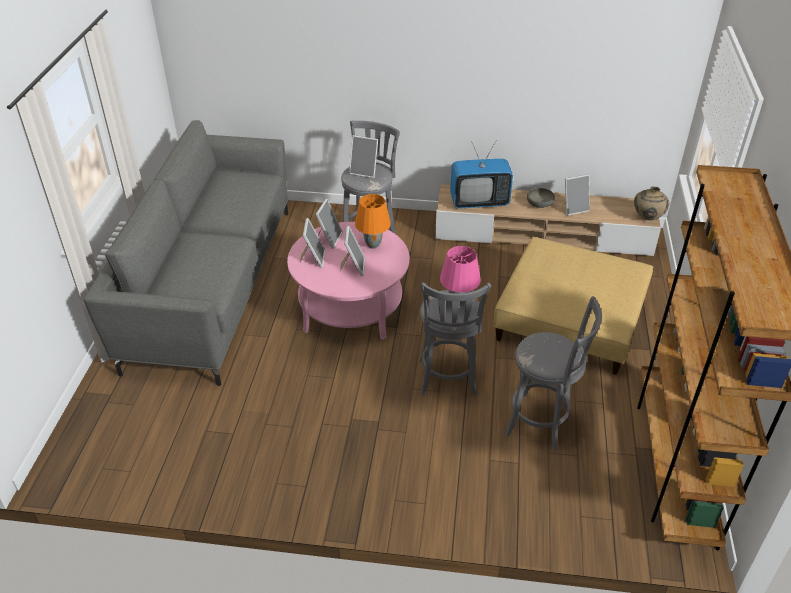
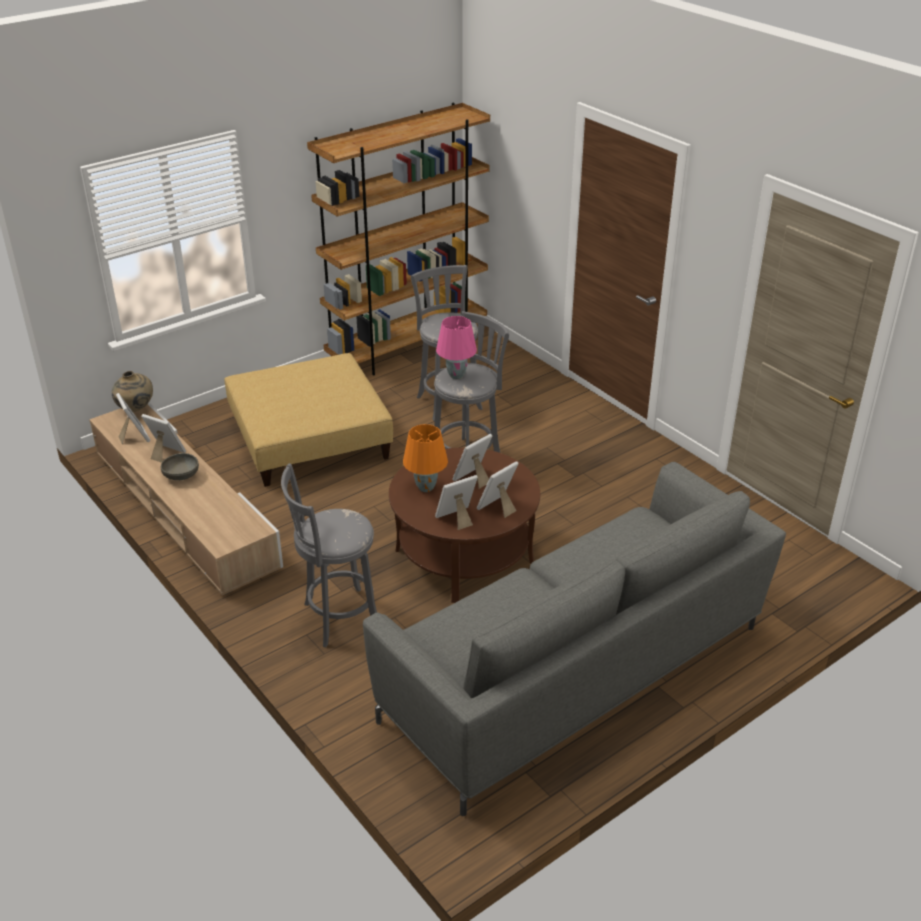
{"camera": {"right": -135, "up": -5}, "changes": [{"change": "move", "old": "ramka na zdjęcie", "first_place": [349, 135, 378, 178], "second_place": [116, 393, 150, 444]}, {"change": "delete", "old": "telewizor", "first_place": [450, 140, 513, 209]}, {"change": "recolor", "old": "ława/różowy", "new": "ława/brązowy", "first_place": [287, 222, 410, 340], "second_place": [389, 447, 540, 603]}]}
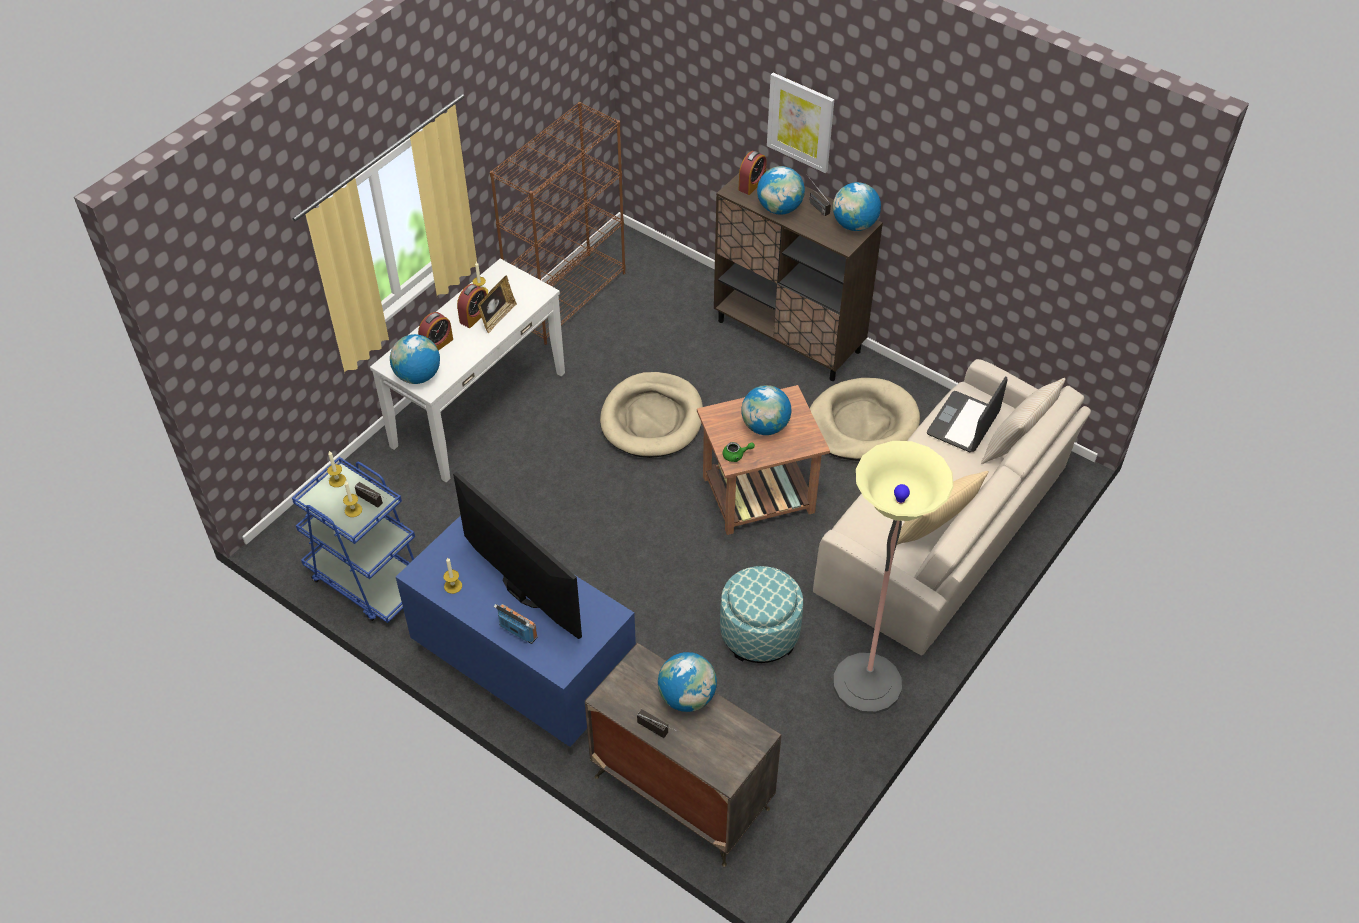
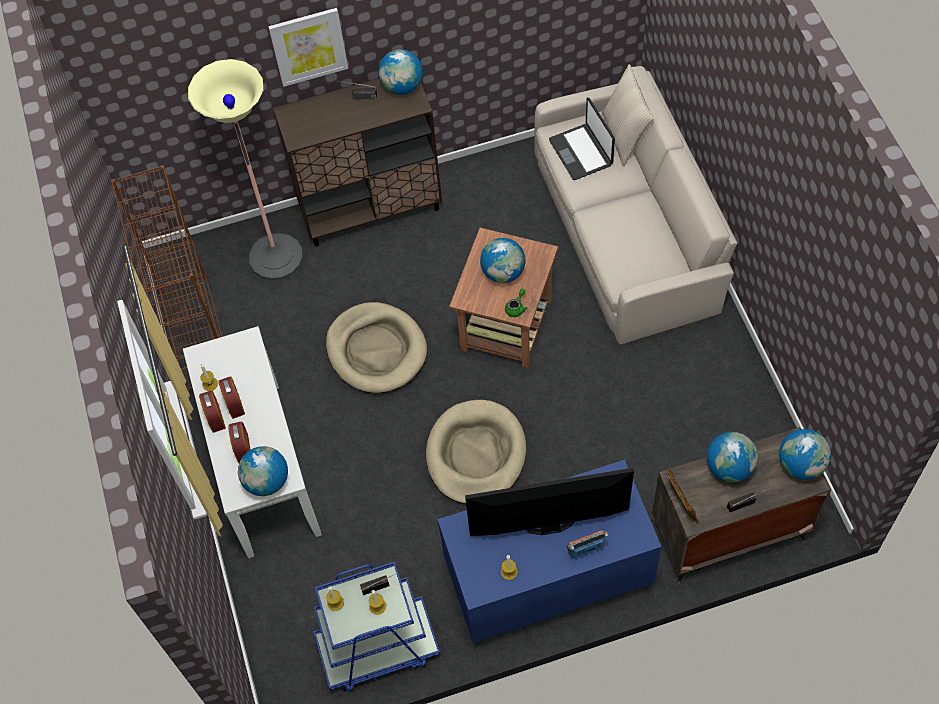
{"camera": {"right": -50, "up": 10}, "changes": [{"change": "move", "old": "budzik", "first_place": [739, 151, 766, 195], "second_place": [199, 390, 226, 433]}, {"change": "move", "old": "globus", "first_place": [757, 166, 805, 215], "second_place": [779, 429, 831, 480]}, {"change": "move", "old": "ramka na zdjęcie", "first_place": [478, 276, 517, 334], "second_place": [667, 467, 698, 522]}, {"change": "move", "old": "legowisko/beżowy", "first_place": [809, 378, 920, 461], "second_place": [426, 400, 526, 504]}, {"change": "move", "old": "lampa stojąca", "first_place": [833, 441, 954, 714], "second_place": [188, 59, 303, 280]}, {"change": "delete", "old": "poduszka/beżowy", "first_place": [897, 471, 989, 545]}, {"change": "delete", "old": "pufa", "first_place": [720, 566, 803, 663]}]}
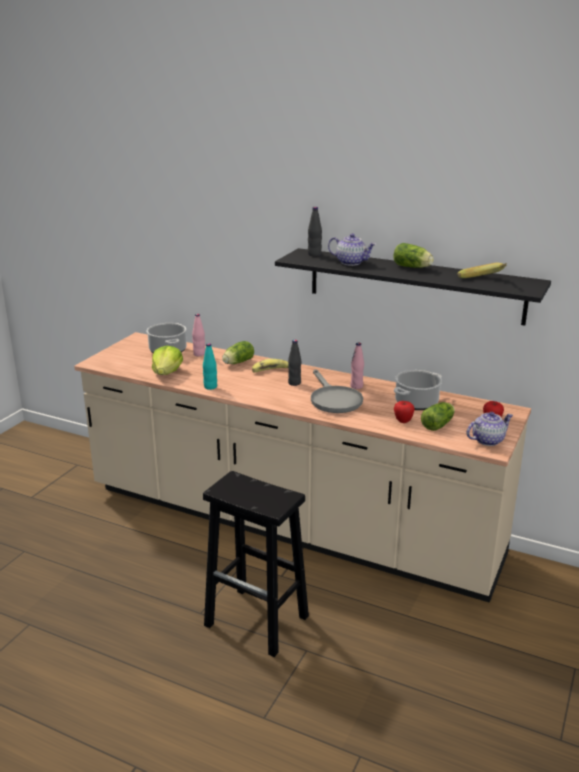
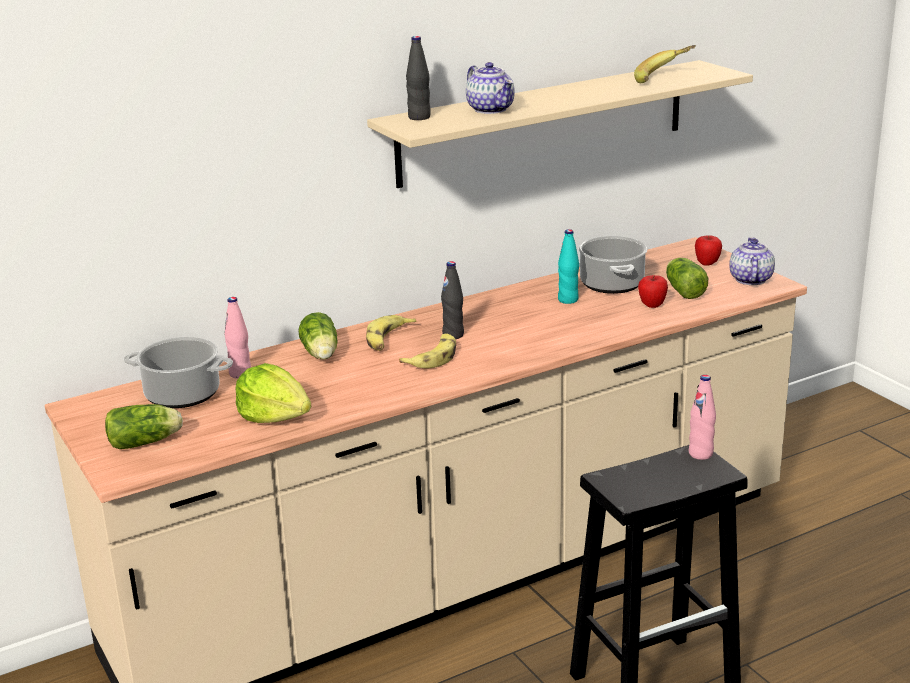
{"camera": {"right": -55, "up": 0}, "changes": [{"change": "rotate", "old": "imbryk", "first_place": [328, 233, 376, 266], "second_place": [466, 62, 515, 114], "degrees": 90}, {"change": "move", "old": "sałata", "first_place": [393, 243, 434, 268], "second_place": [105, 404, 183, 449]}, {"change": "recolor", "old": "półka/czarny", "new": "półka/beżowy", "first_place": [275, 248, 551, 326], "second_place": [367, 60, 753, 188]}, {"change": "move", "old": "butelka/turkusowy", "first_place": [203, 343, 217, 390], "second_place": [558, 229, 579, 304]}, {"change": "move", "old": "butelka/różowy", "first_place": [350, 343, 364, 389], "second_place": [689, 375, 716, 460]}, {"change": "delete", "old": "patelnia/szary", "first_place": [311, 369, 363, 413]}, {"change": "insert", "new": "banan", "second_place": [399, 334, 456, 368]}]}
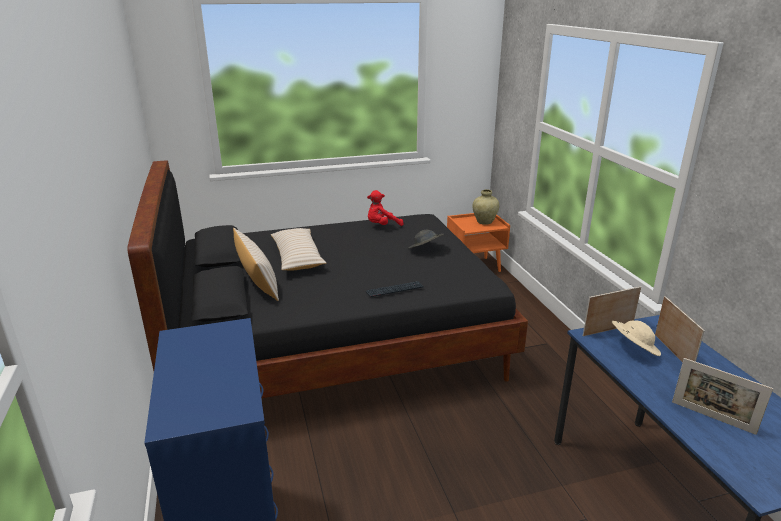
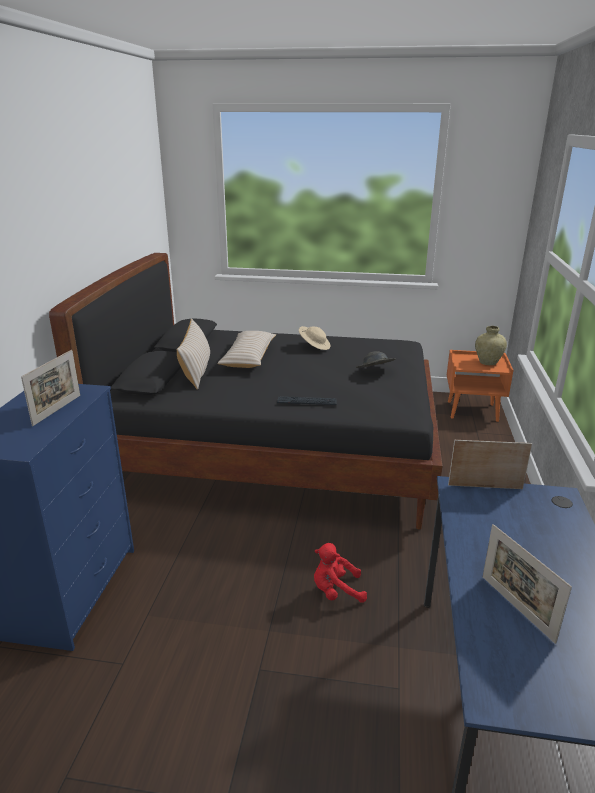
{"camera": {"right": 25, "up": 0}, "changes": [{"change": "move", "old": "pluszak/czerwony", "first_place": [367, 190, 404, 226], "second_place": [314, 543, 367, 603]}, {"change": "move", "old": "ramka na zdjęcie", "first_place": [655, 296, 705, 363], "second_place": [21, 350, 80, 426]}, {"change": "move", "old": "kapelusz/beżowy", "first_place": [612, 321, 661, 356], "second_place": [299, 326, 331, 350]}]}
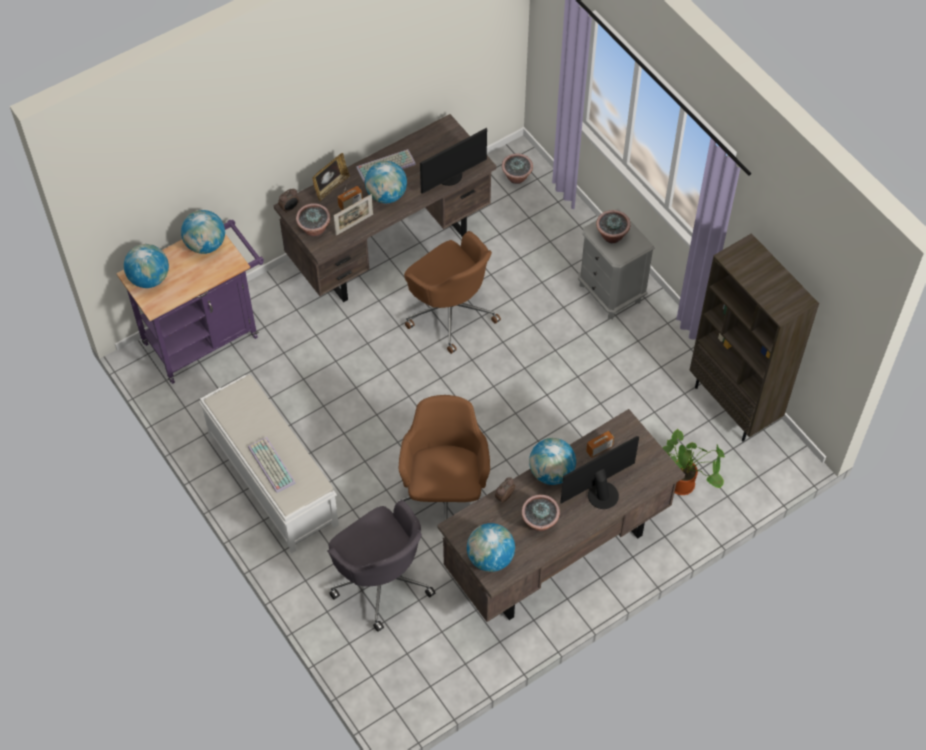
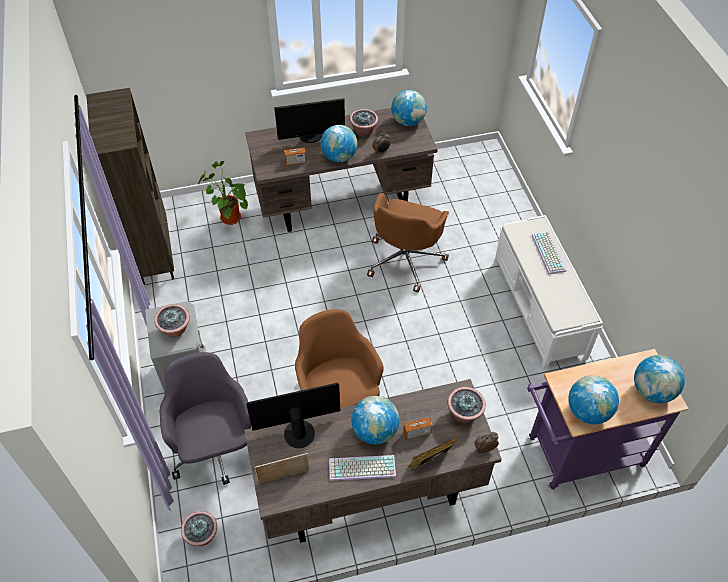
{"camera": {"right": -160, "up": -5}, "changes": [{"change": "move", "old": "ramka na zdjęcie", "first_place": [334, 194, 373, 236], "second_place": [255, 453, 310, 484]}, {"change": "move", "old": "krzesło biurowe/szary", "first_place": [327, 500, 435, 632], "second_place": [160, 352, 251, 485]}]}
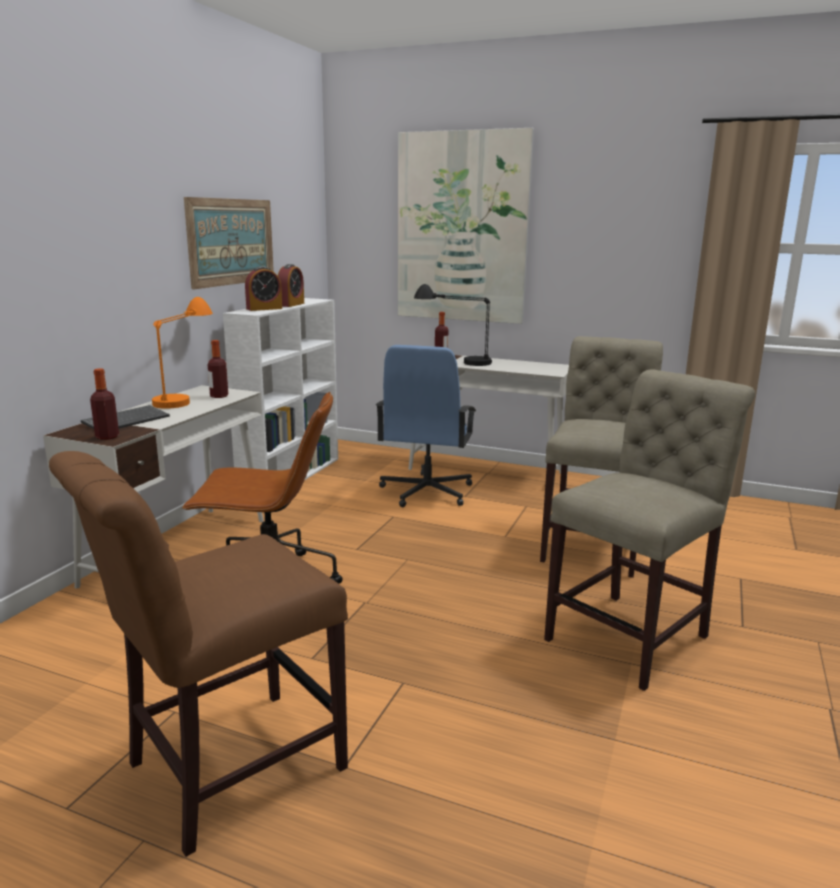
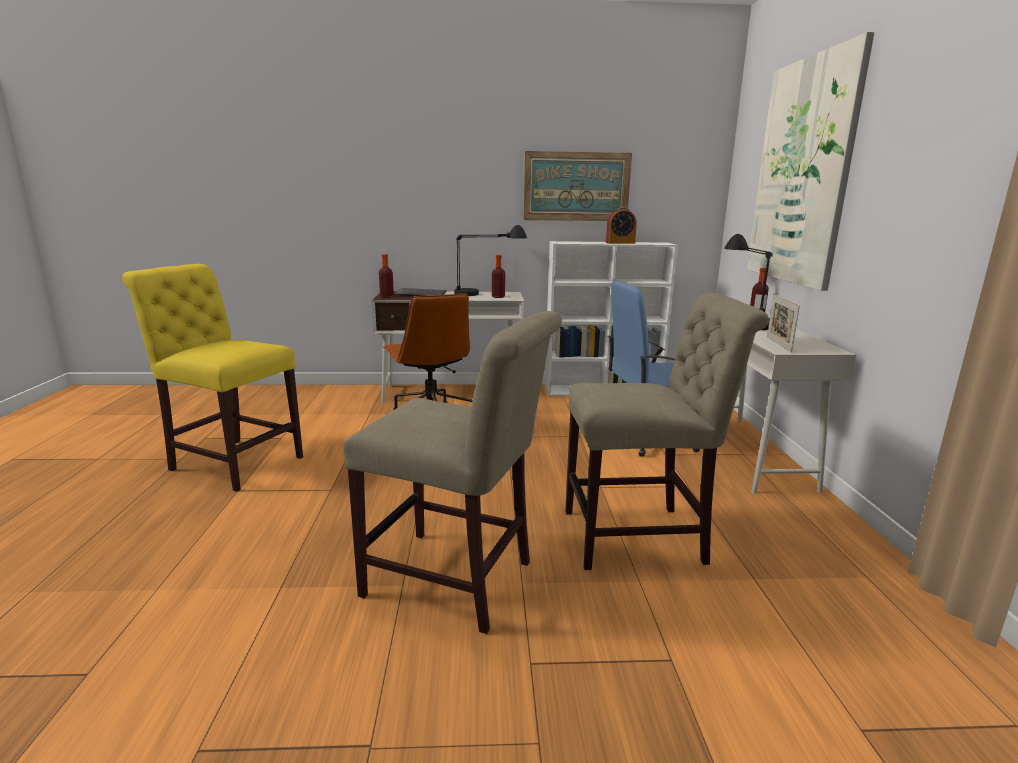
{"camera": {"right": 65, "up": 0}, "changes": [{"change": "delete", "old": "budzik", "first_place": [245, 266, 282, 311]}, {"change": "recolor", "old": "lampa stołowa/pomarańczowy", "new": "lampa stołowa/czarny", "first_place": [152, 297, 213, 409], "second_place": [454, 225, 527, 296]}, {"change": "recolor", "old": "krzesło/brązowy", "new": "krzesło/żółty", "first_place": [49, 451, 348, 857], "second_place": [122, 264, 303, 492]}, {"change": "insert", "new": "ramka na zdjęcie", "second_place": [767, 294, 800, 352]}]}
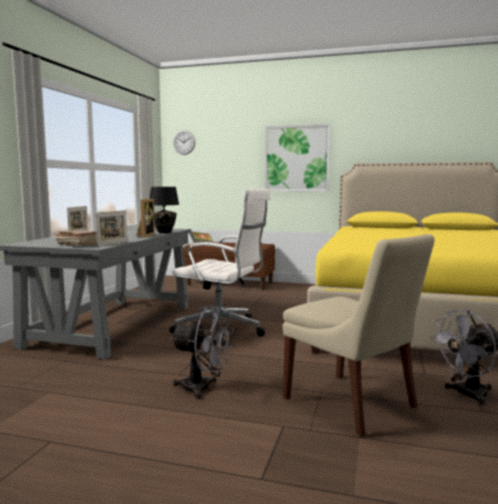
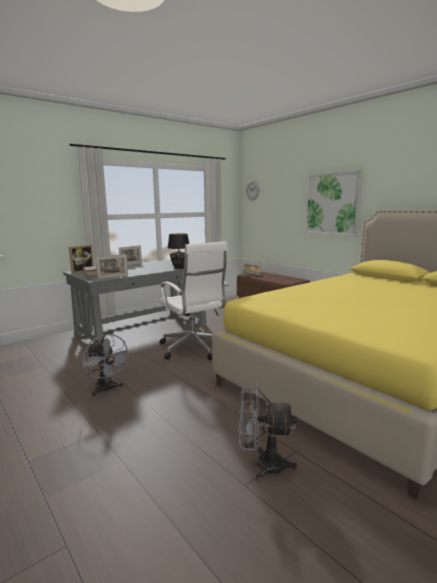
{"camera": {"right": 35, "up": 5}, "changes": [{"change": "move", "old": "ramka na zdjęcie", "first_place": [136, 199, 155, 238], "second_place": [69, 245, 94, 274]}, {"change": "delete", "old": "krzesło/beżowy", "first_place": [283, 234, 435, 437]}]}
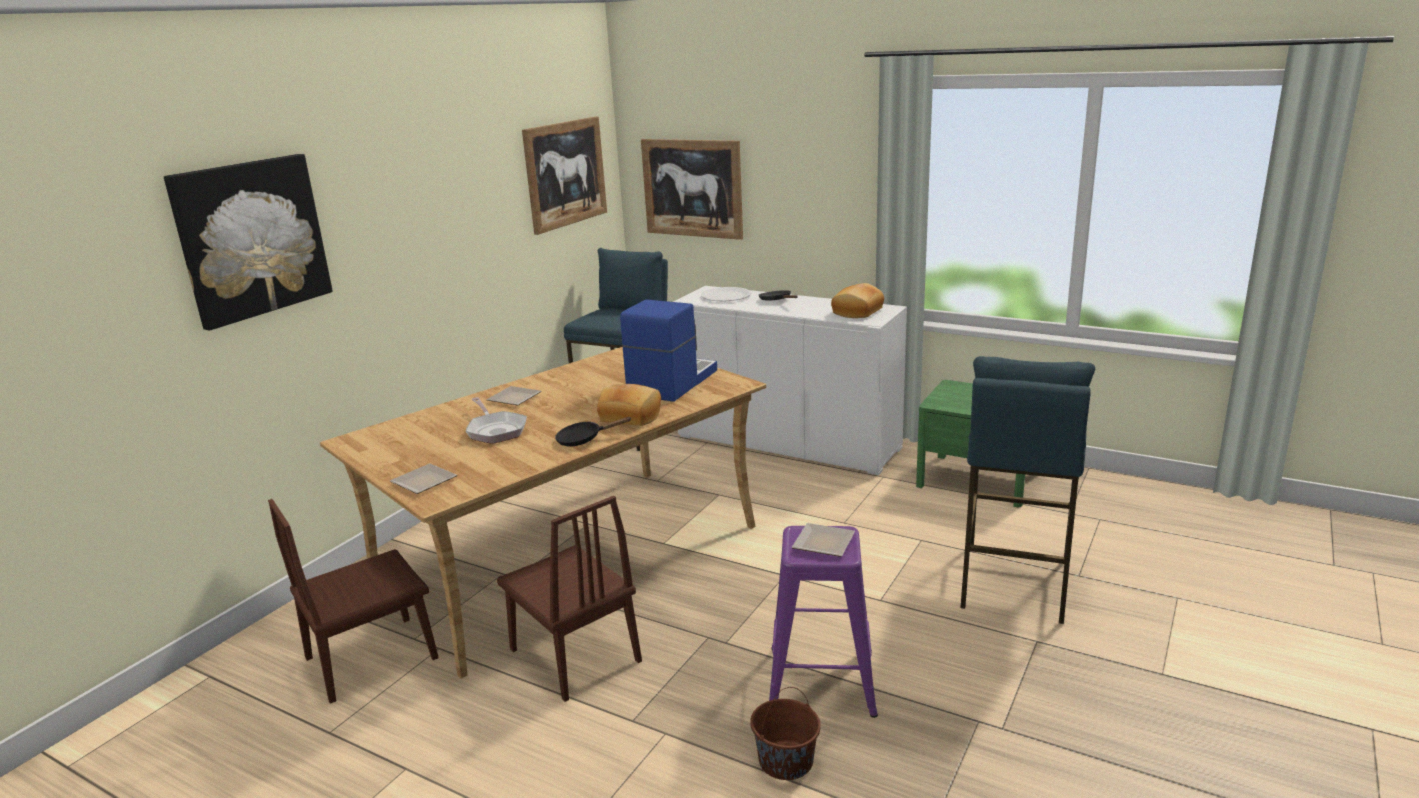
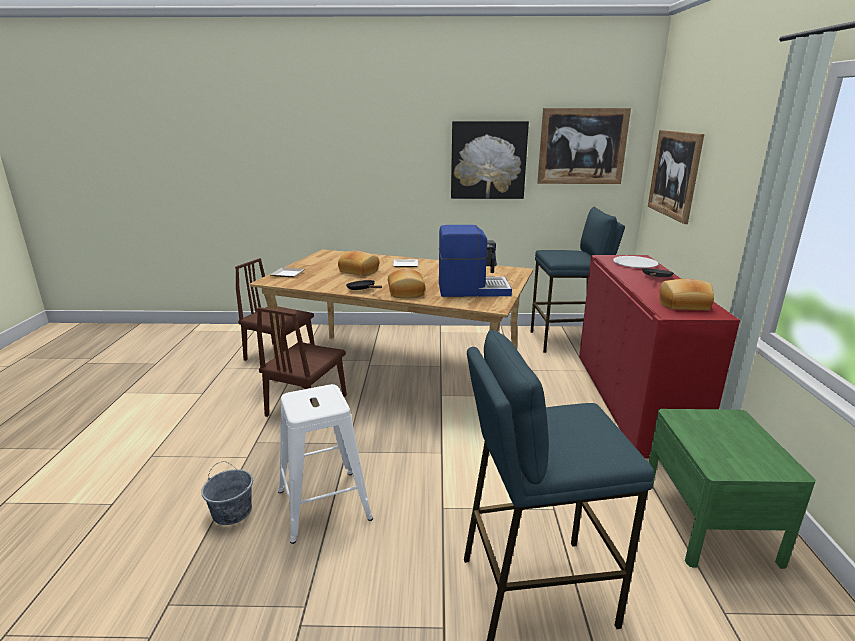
{"camera": {"right": 60, "up": 0}, "changes": [{"change": "move", "old": "obraz", "first_place": [164, 154, 333, 331], "second_place": [451, 121, 529, 199]}, {"change": "recolor", "old": "szafka/biały", "new": "szafka/czerwony", "first_place": [674, 286, 907, 475], "second_place": [579, 255, 740, 458]}, {"change": "replace", "old": "patelnia", "new": "chleb", "first_place": [466, 397, 527, 444], "second_place": [338, 251, 379, 276]}, {"change": "delete", "old": "talerz", "first_place": [792, 523, 855, 557]}, {"change": "recolor", "old": "stołek/fioletowy", "new": "stołek/biały", "first_place": [769, 526, 878, 718], "second_place": [278, 384, 373, 544]}, {"change": "recolor", "old": "wiadro/brązowy", "new": "wiadro/szary", "first_place": [750, 687, 821, 780], "second_place": [201, 461, 253, 525]}]}
